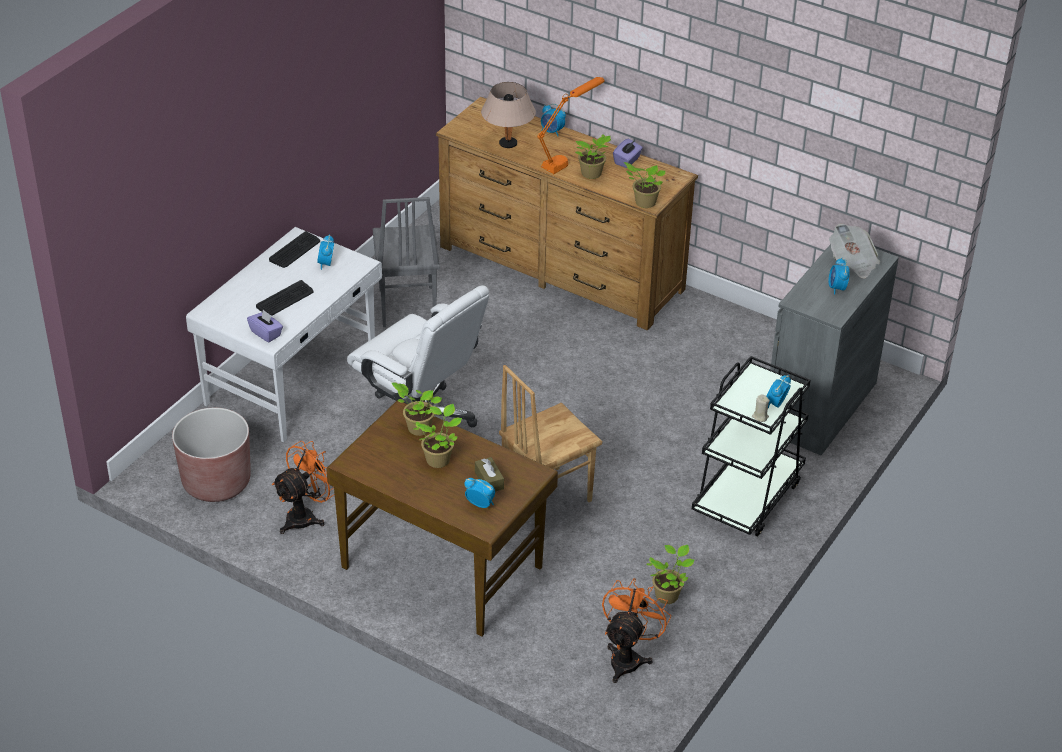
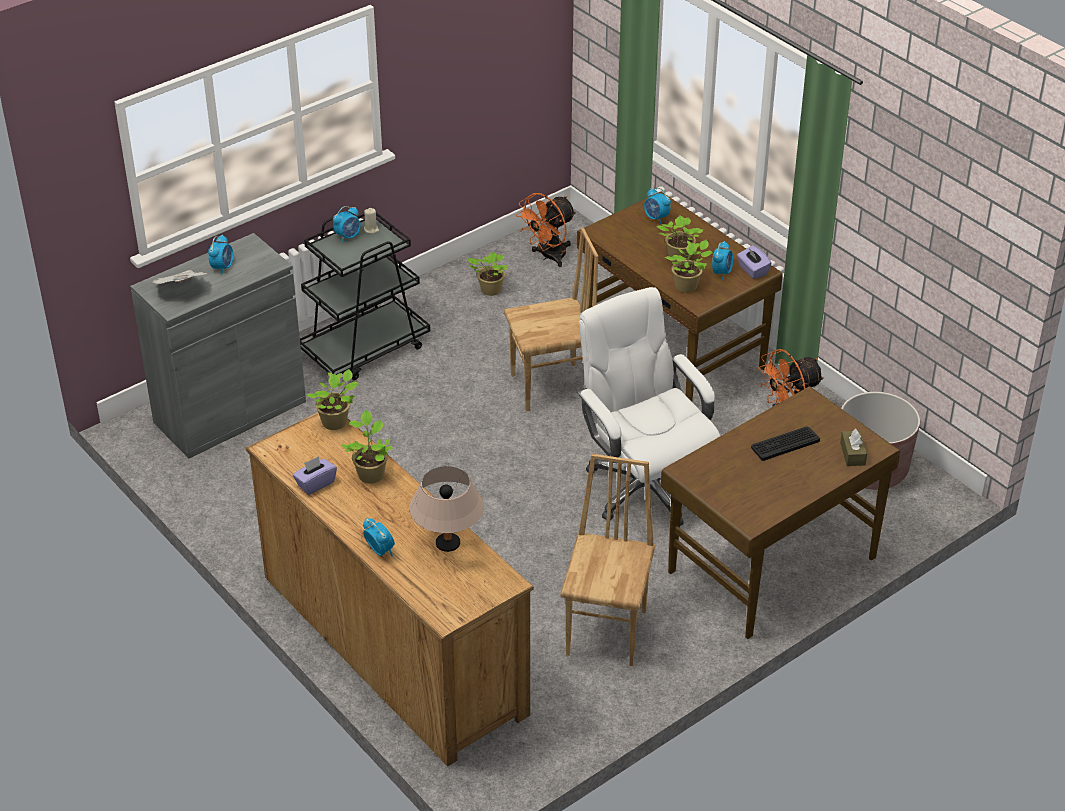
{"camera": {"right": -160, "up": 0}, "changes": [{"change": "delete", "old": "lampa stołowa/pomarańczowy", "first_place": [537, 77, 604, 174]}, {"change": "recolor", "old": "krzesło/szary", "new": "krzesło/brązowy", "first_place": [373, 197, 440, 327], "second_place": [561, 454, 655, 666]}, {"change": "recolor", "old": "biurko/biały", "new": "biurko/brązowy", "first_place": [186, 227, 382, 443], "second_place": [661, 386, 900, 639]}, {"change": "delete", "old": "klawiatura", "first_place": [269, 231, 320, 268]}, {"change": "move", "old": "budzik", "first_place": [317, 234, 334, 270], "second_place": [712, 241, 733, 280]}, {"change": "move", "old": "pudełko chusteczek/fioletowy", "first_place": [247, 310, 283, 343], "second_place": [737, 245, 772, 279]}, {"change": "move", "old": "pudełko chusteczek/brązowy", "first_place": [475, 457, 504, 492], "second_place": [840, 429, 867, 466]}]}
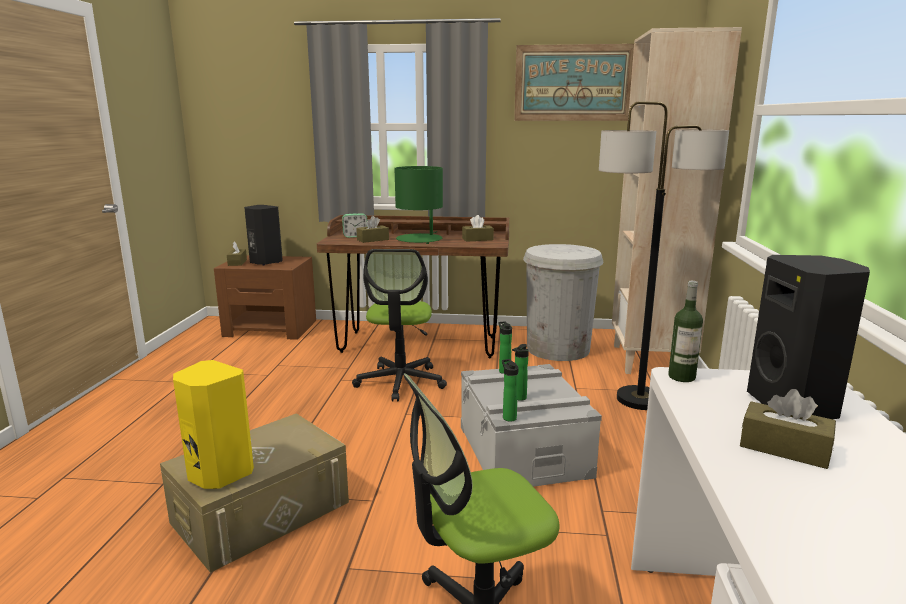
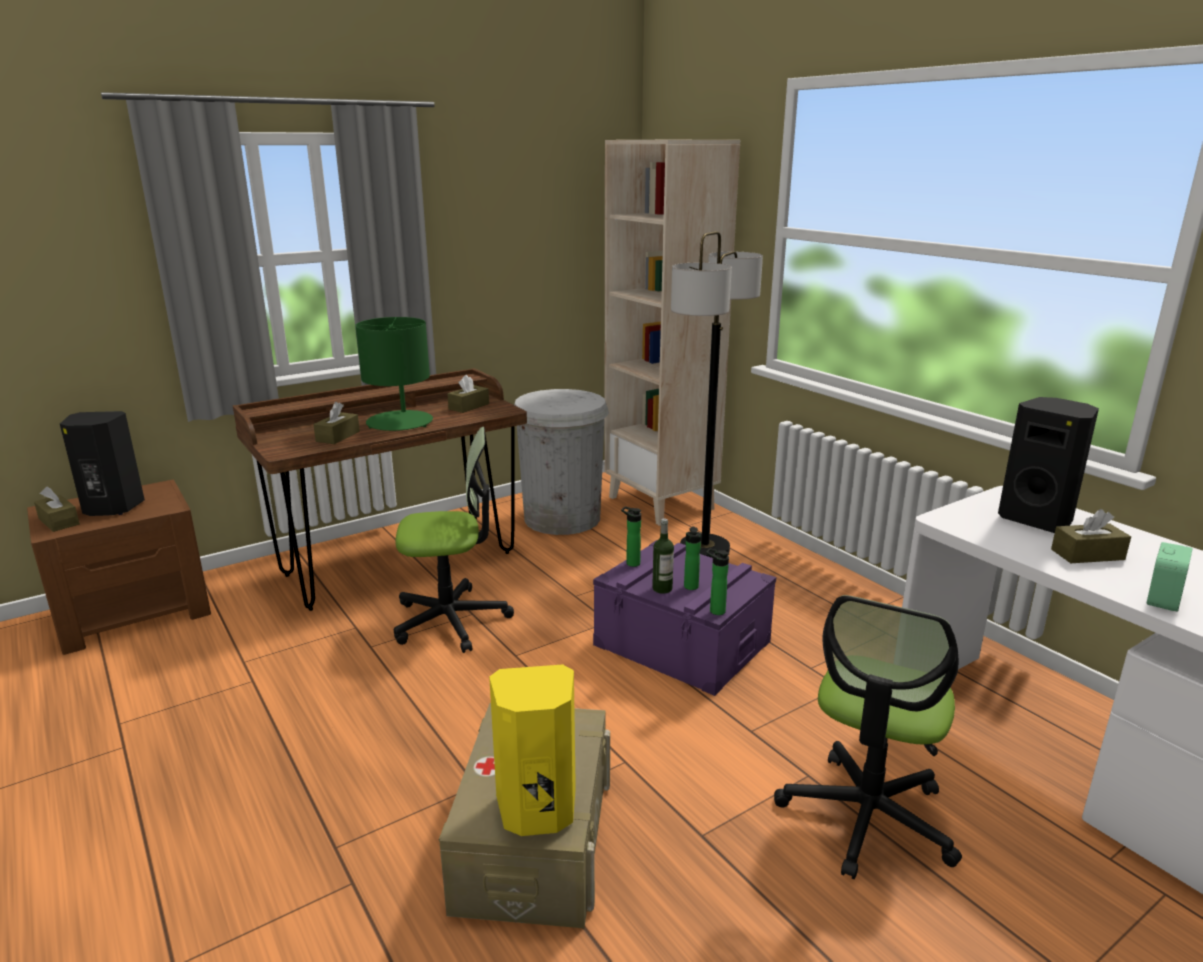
{"camera": {"right": -40, "up": 5}, "changes": [{"change": "delete", "old": "obraz", "first_place": [514, 44, 634, 121]}, {"change": "move", "old": "budzik", "first_place": [342, 213, 368, 238], "second_place": [1147, 542, 1193, 612]}, {"change": "rotate", "old": "krzesło biurowe", "first_place": [352, 249, 447, 402], "second_place": [394, 427, 514, 653], "degrees": -60}, {"change": "move", "old": "butelka", "first_place": [668, 281, 703, 382], "second_place": [652, 518, 674, 594]}, {"change": "recolor", "old": "pojemnik do przechowywania/szary", "new": "pojemnik do przechowywania/fioletowy", "first_place": [461, 364, 602, 487], "second_place": [593, 540, 776, 696]}]}
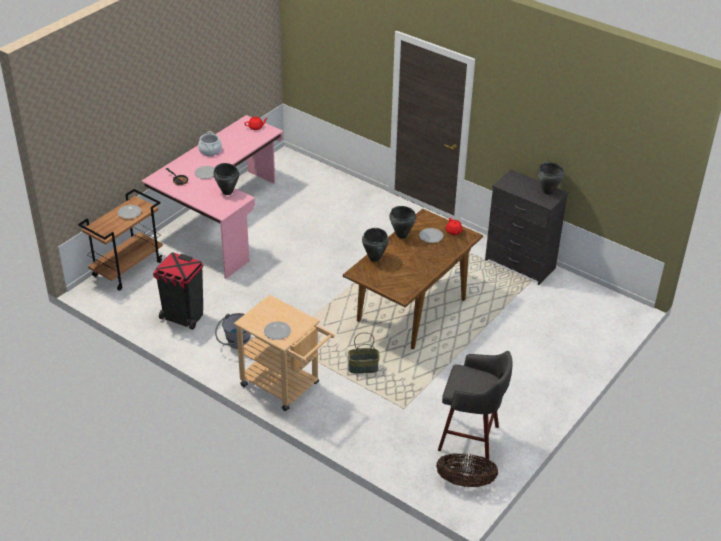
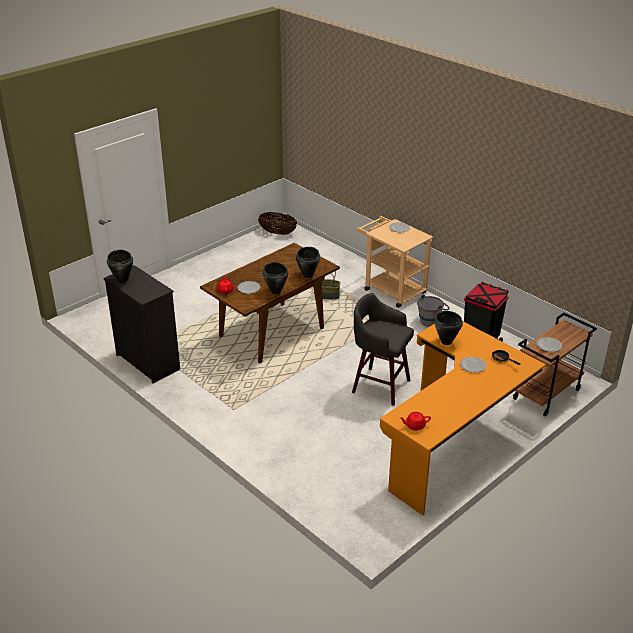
{"camera": {"right": -170, "up": -5}, "changes": [{"change": "recolor", "old": "biurko/różowy", "new": "biurko/pomarańczowy", "first_place": [142, 115, 283, 279], "second_place": [380, 322, 546, 515]}, {"change": "delete", "old": "garnek", "first_place": [198, 131, 222, 156]}, {"change": "move", "old": "stołek/szary", "first_place": [438, 351, 513, 460], "second_place": [352, 293, 414, 406]}]}
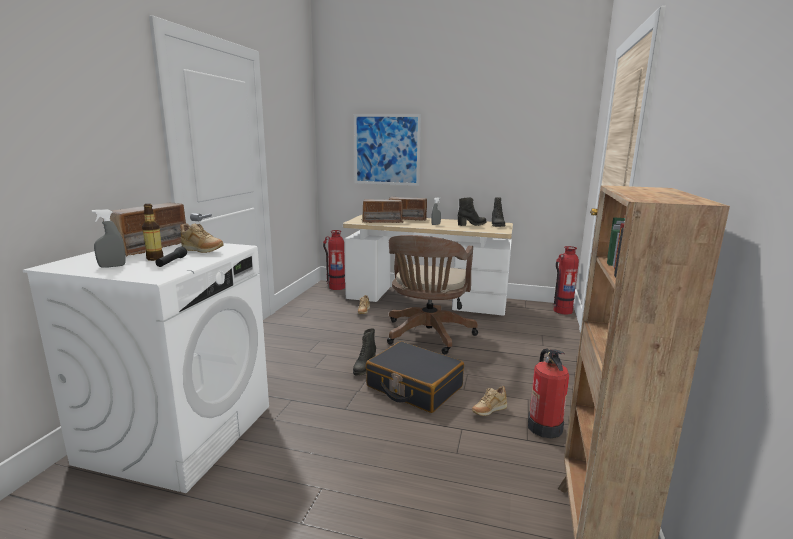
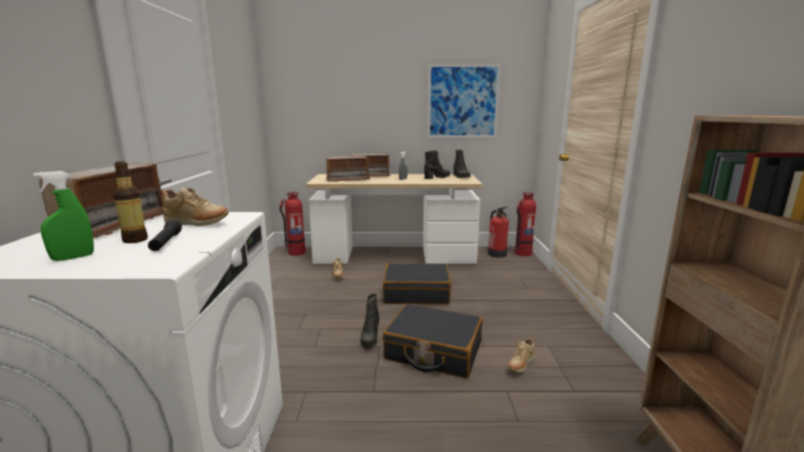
{"camera": {"right": -15, "up": 0}, "changes": [{"change": "move", "old": "obraz", "first_place": [354, 114, 421, 186], "second_place": [427, 64, 501, 138]}, {"change": "recolor", "old": "spryskiwacz/szary", "new": "spryskiwacz/zielony", "first_place": [92, 209, 125, 268], "second_place": [33, 171, 94, 261]}, {"change": "replace", "old": "krzesło biurowe/brązowy", "new": "walizka/czarny", "first_place": [387, 235, 478, 354], "second_place": [383, 263, 451, 304]}, {"change": "move", "old": "gaśnica", "first_place": [528, 349, 569, 438], "second_place": [487, 207, 509, 258]}]}
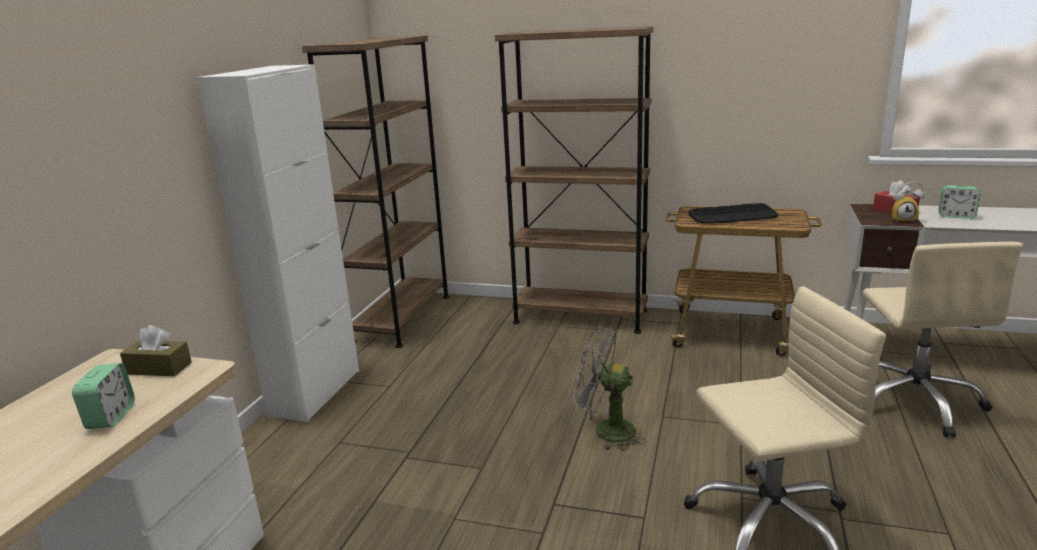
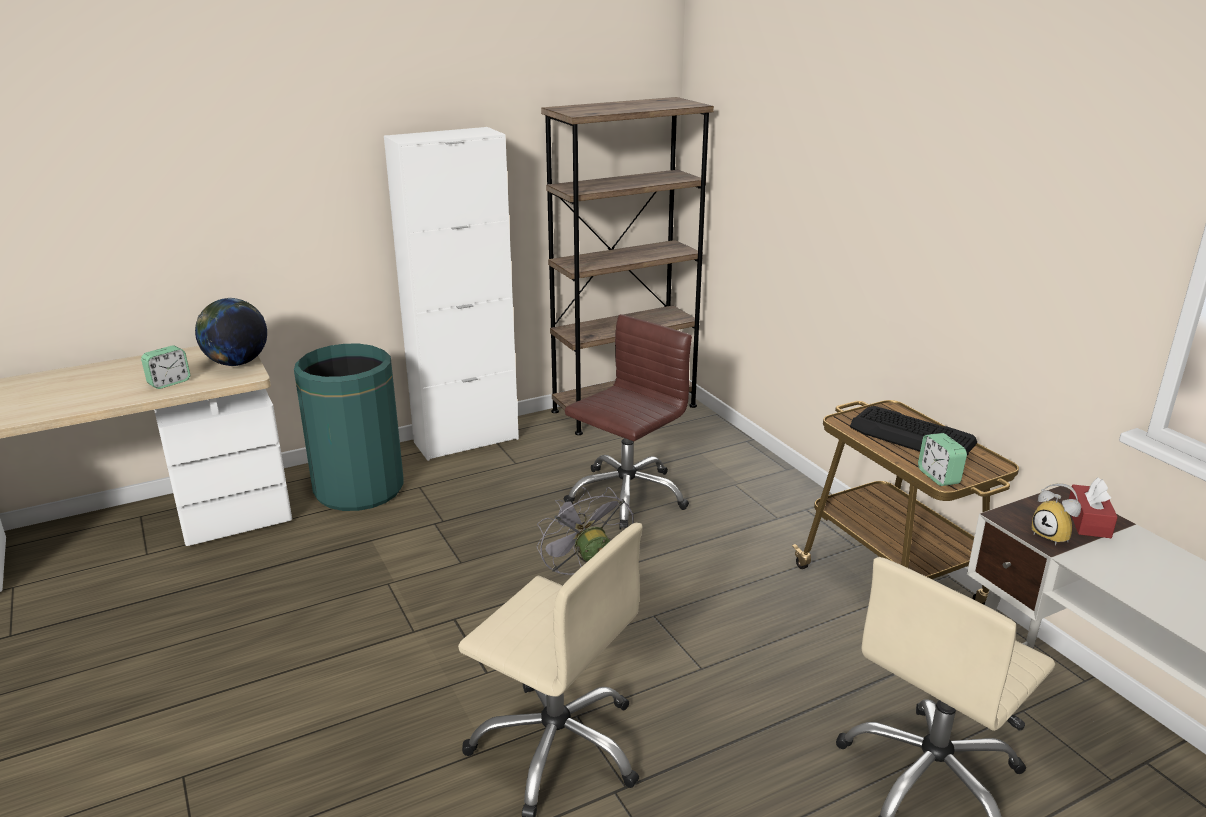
{"camera": {"right": 45, "up": 5}, "changes": [{"change": "delete", "old": "regał/brązowy", "first_place": [495, 26, 653, 334]}, {"change": "move", "old": "budzik", "first_place": [938, 185, 981, 219], "second_place": [918, 433, 967, 486]}, {"change": "replace", "old": "pudełko chusteczek/brązowy", "new": "globus", "first_place": [120, 325, 192, 376], "second_place": [195, 298, 267, 366]}, {"change": "insert", "new": "krzesło biurowe/brązowy", "second_place": [564, 314, 692, 530]}, {"change": "insert", "new": "kosz na śmieci/zielony", "second_place": [294, 344, 403, 511]}]}
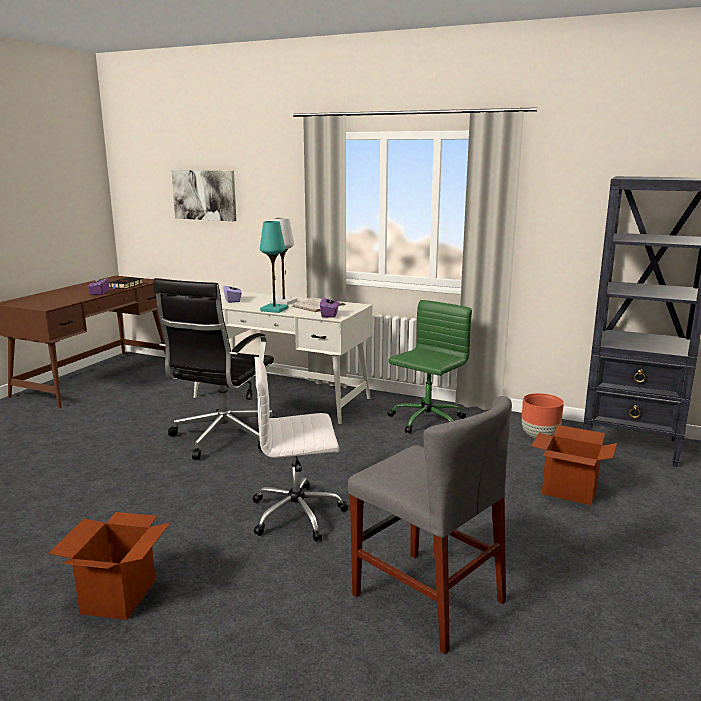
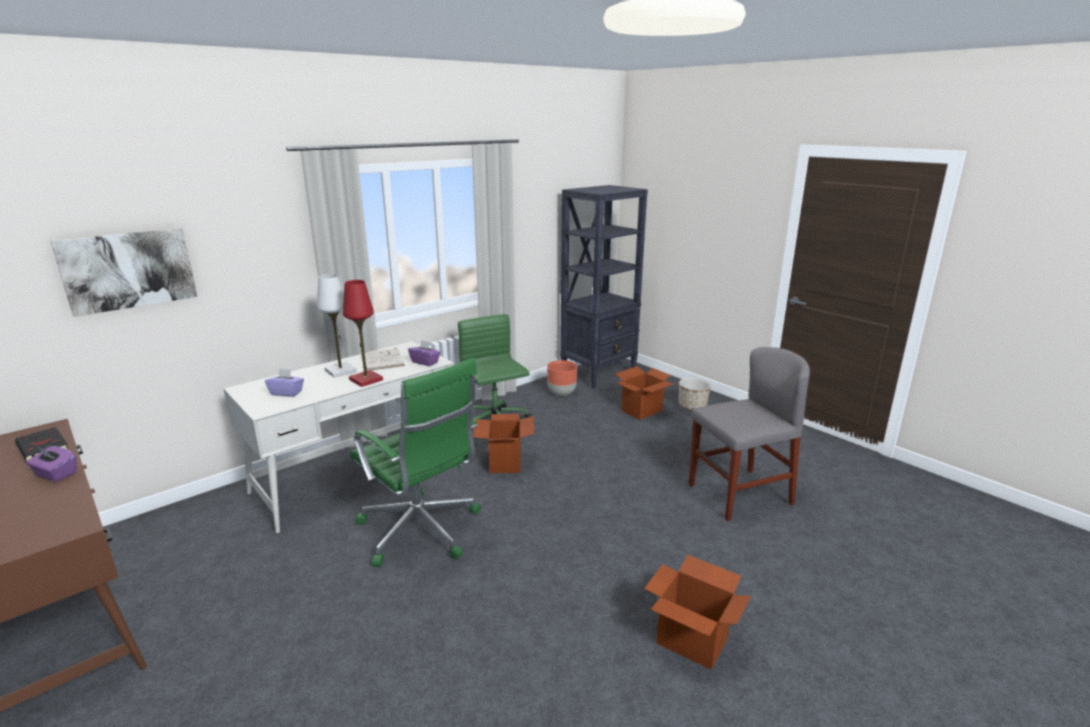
{"camera": {"right": -65, "up": 5}, "changes": [{"change": "recolor", "old": "lampa stołowa/turkusowy", "new": "lampa stołowa/czerwony", "first_place": [260, 221, 288, 313], "second_place": [343, 280, 383, 387]}, {"change": "recolor", "old": "krzesło biurowe/czarny", "new": "krzesło biurowe/zielony", "first_place": [153, 278, 277, 460], "second_place": [350, 358, 481, 567]}, {"change": "delete", "old": "krzesło biurowe/biały", "first_place": [252, 357, 348, 542]}, {"change": "insert", "new": "donica", "second_place": [679, 378, 711, 411]}, {"change": "insert", "new": "karton", "second_place": [473, 414, 534, 473]}]}
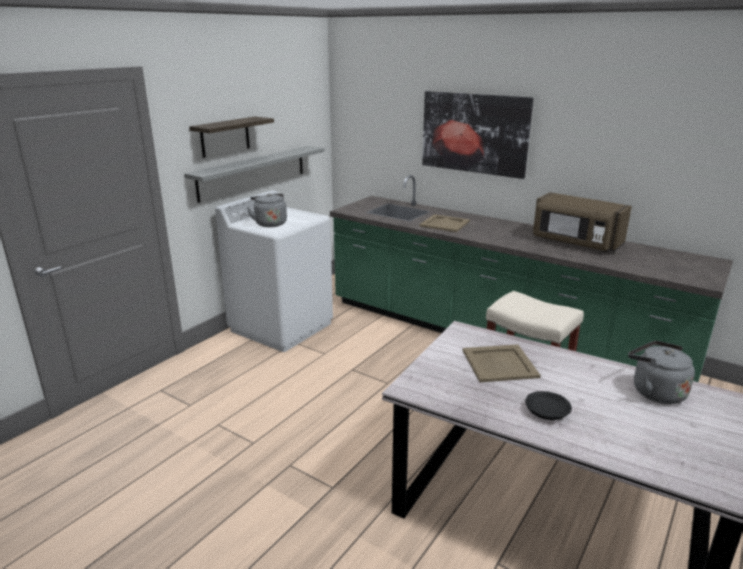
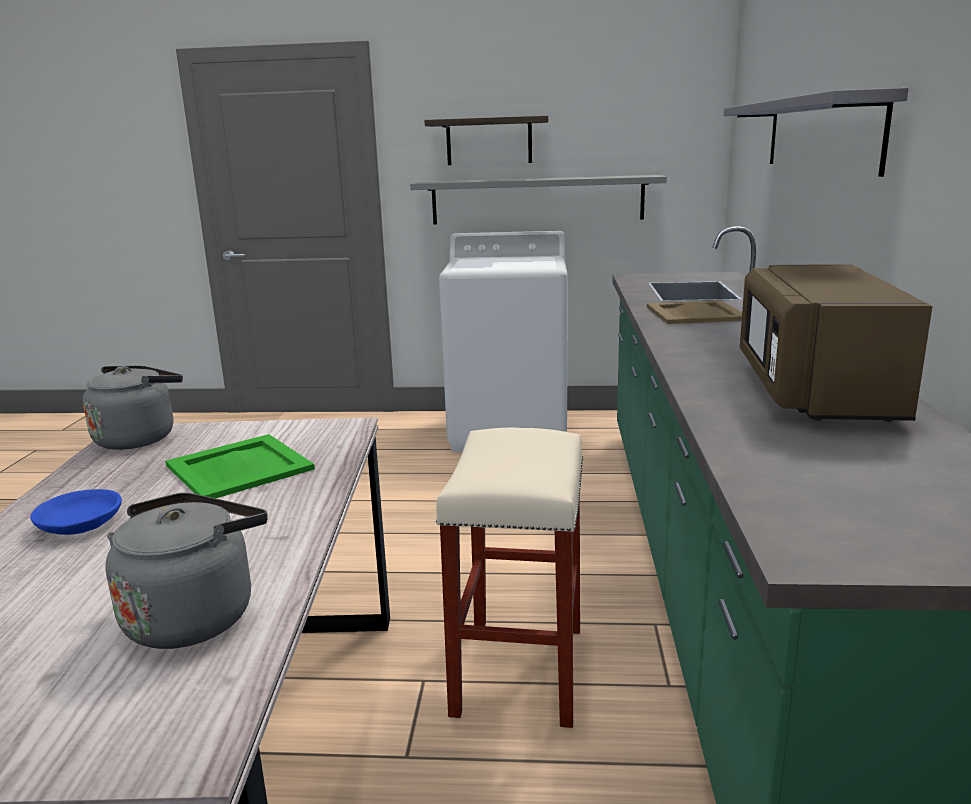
{"camera": {"right": 60, "up": -5}, "changes": [{"change": "replace", "old": "obraz", "new": "półka/szary", "first_place": [422, 91, 534, 179], "second_place": [724, 88, 908, 177]}, {"change": "move", "old": "czajnik/szary", "first_place": [247, 193, 287, 227], "second_place": [83, 366, 183, 450]}, {"change": "recolor", "old": "taca/beżowy", "new": "taca/zielony", "first_place": [463, 344, 541, 382], "second_place": [165, 434, 315, 498]}, {"change": "recolor", "old": "miska/czarny", "new": "miska/niebieski", "first_place": [525, 391, 572, 420], "second_place": [30, 489, 122, 535]}]}
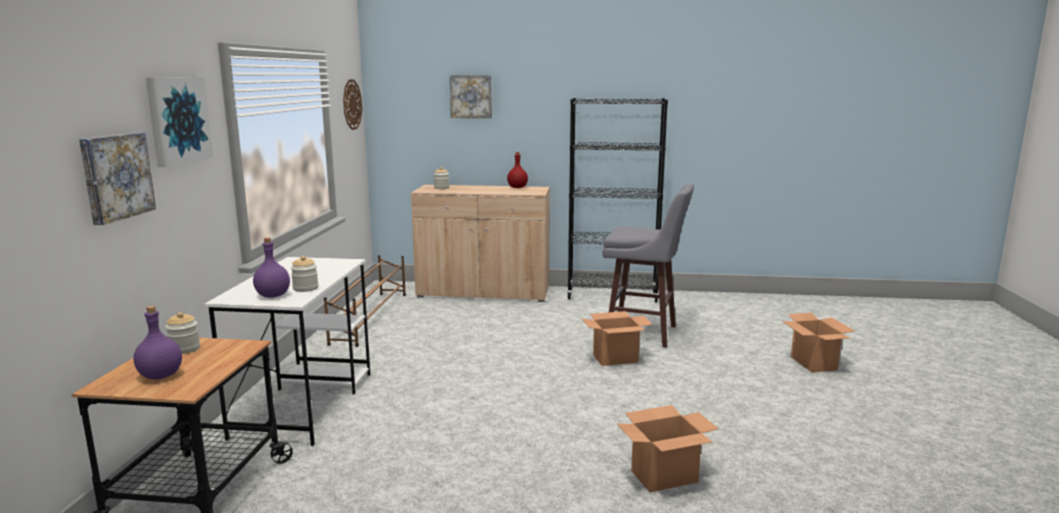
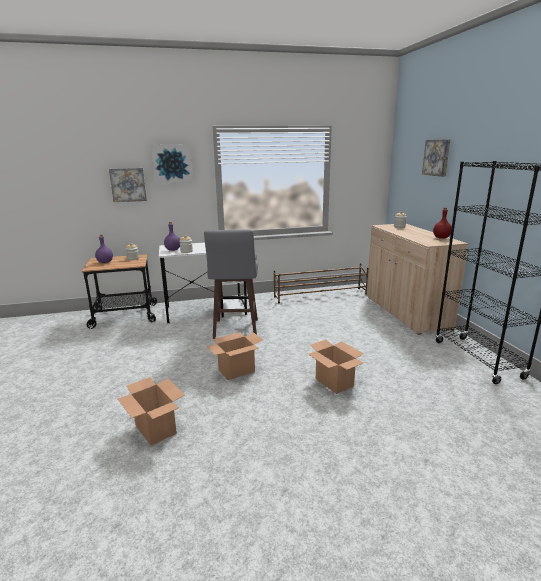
{"camera": {"right": 70, "up": 5}, "changes": [{"change": "delete", "old": "zegar ścienny", "first_place": [343, 79, 362, 130]}, {"change": "move", "old": "stołek/szary", "first_place": [603, 183, 694, 348], "second_place": [204, 230, 258, 339]}, {"change": "move", "old": "karton", "first_place": [782, 313, 855, 372], "second_place": [207, 332, 263, 380]}]}
